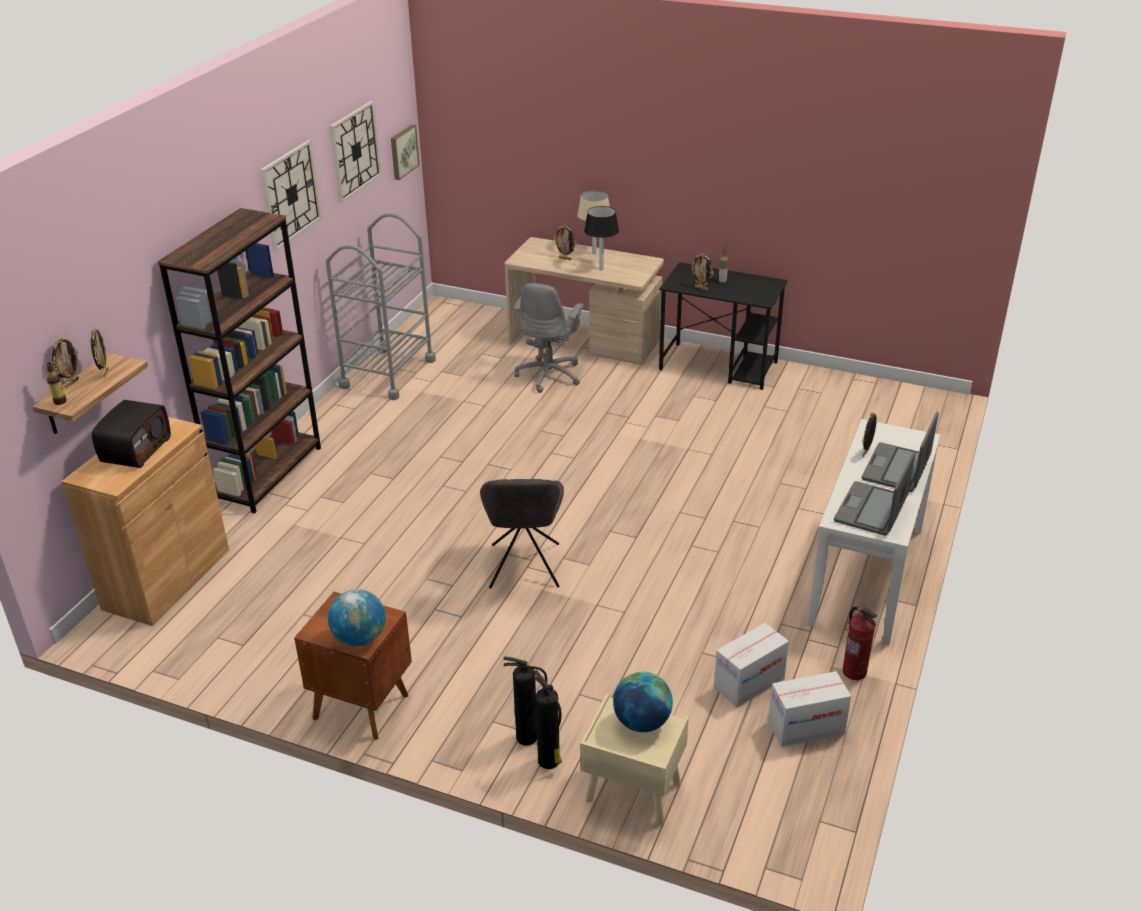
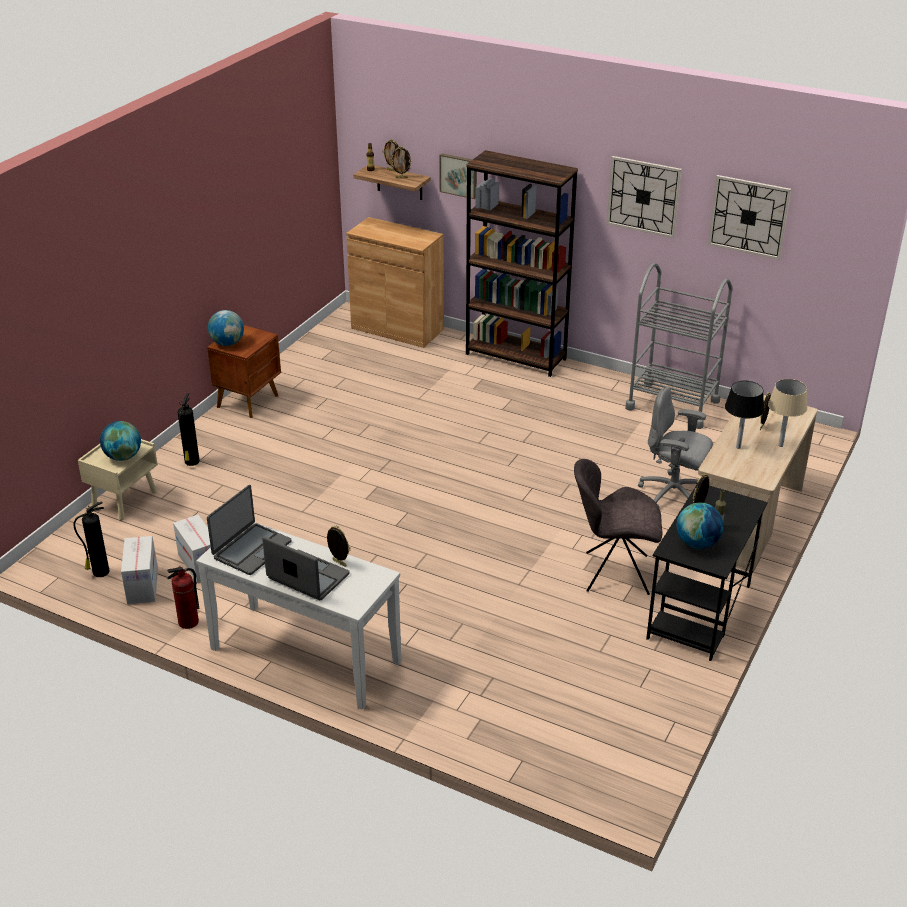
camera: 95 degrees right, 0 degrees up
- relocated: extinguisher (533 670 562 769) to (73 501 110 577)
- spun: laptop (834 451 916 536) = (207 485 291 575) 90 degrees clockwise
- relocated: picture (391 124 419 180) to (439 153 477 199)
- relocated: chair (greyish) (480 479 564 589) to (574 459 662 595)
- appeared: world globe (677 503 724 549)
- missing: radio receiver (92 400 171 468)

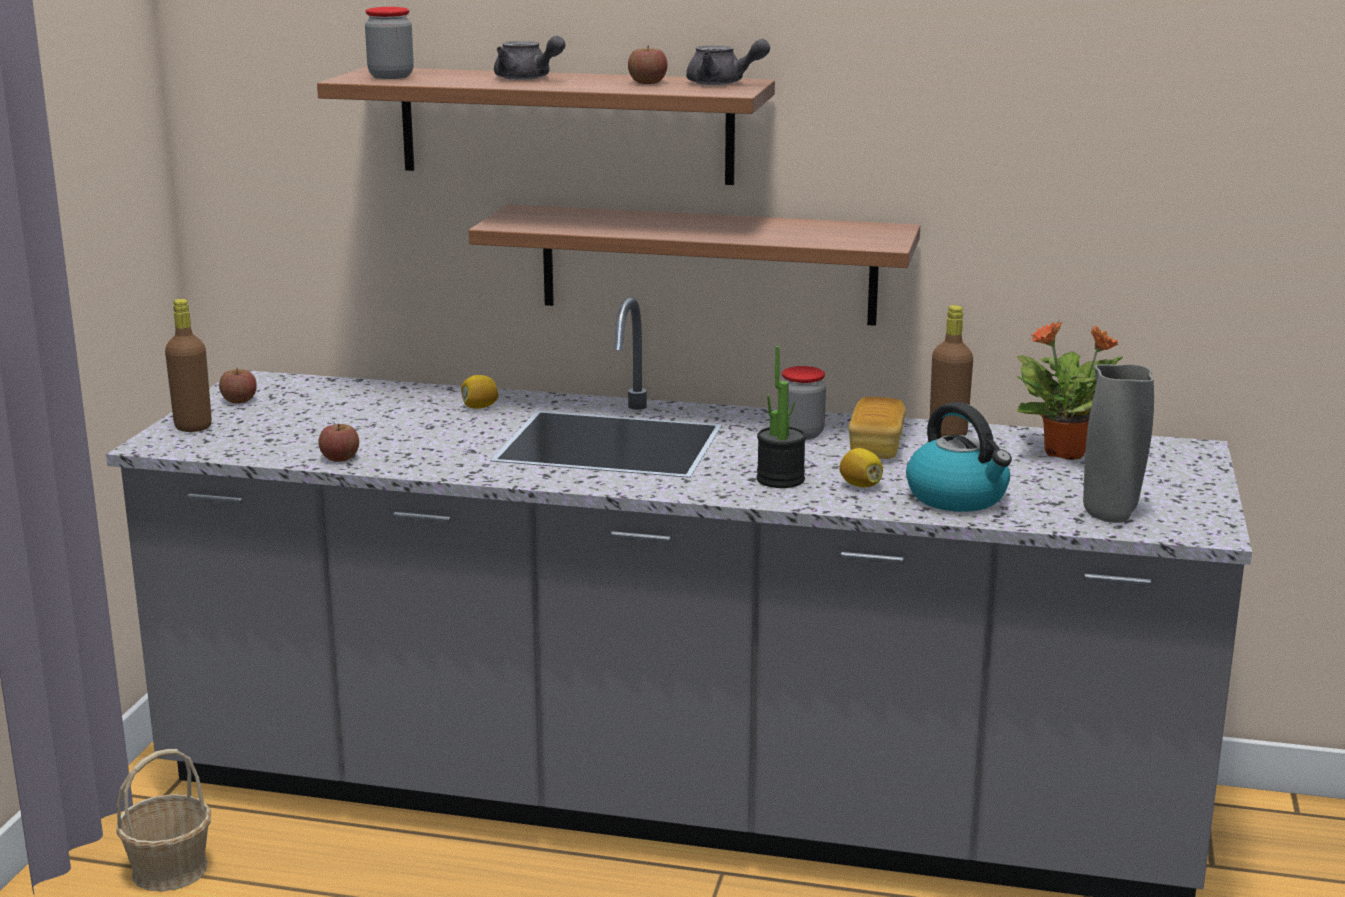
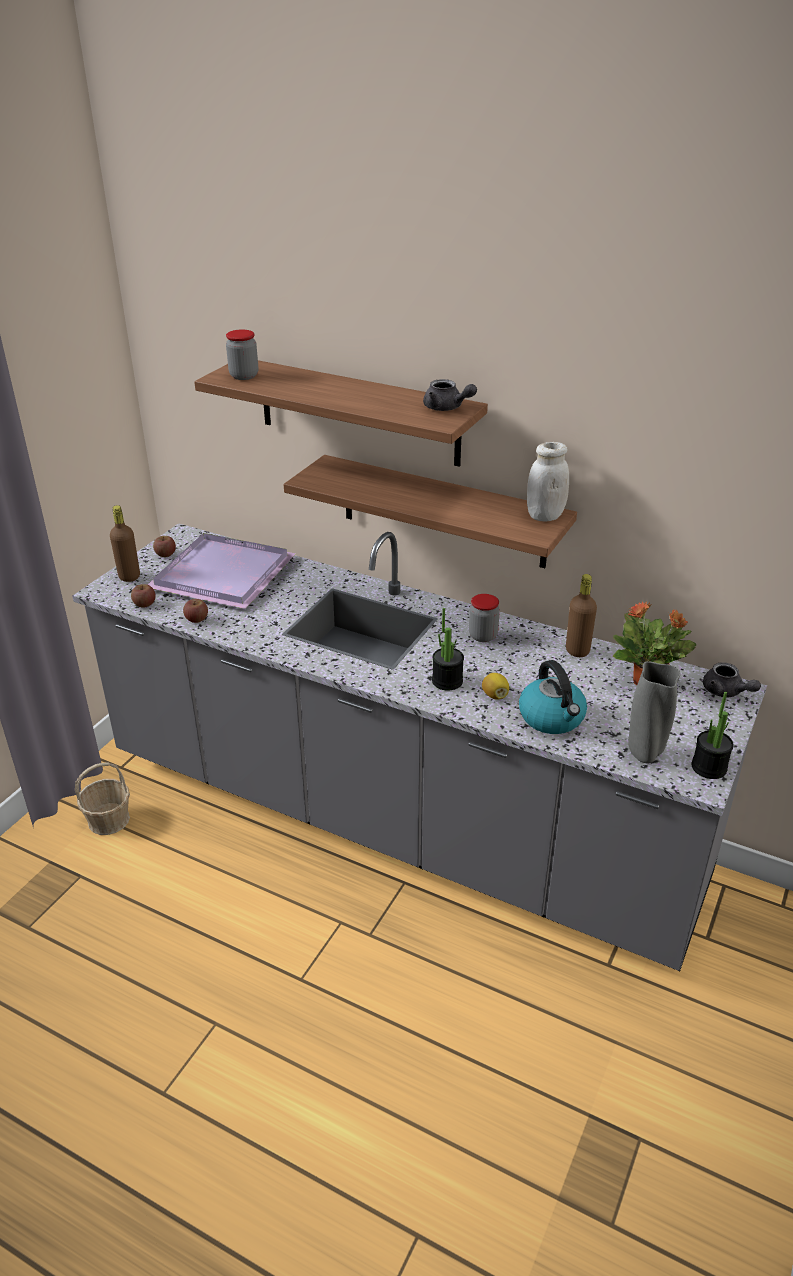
camera: 15 degrees right, 15 degrees up
- relocated: whole apple (628 45 667 84) to (131 584 156 607)
- appeared: tray (purple-coloured) (148 533 296 609)
- appeared: storage jar (white-coloured) (527 442 569 522)
- appeared: houseplant (692 692 734 779)
- relocated: tea pot (greyish) (494 36 565 80) to (703 662 761 697)
- missing: whole lemon (461 375 498 409)
- missing: bakery bread (849 397 906 459)

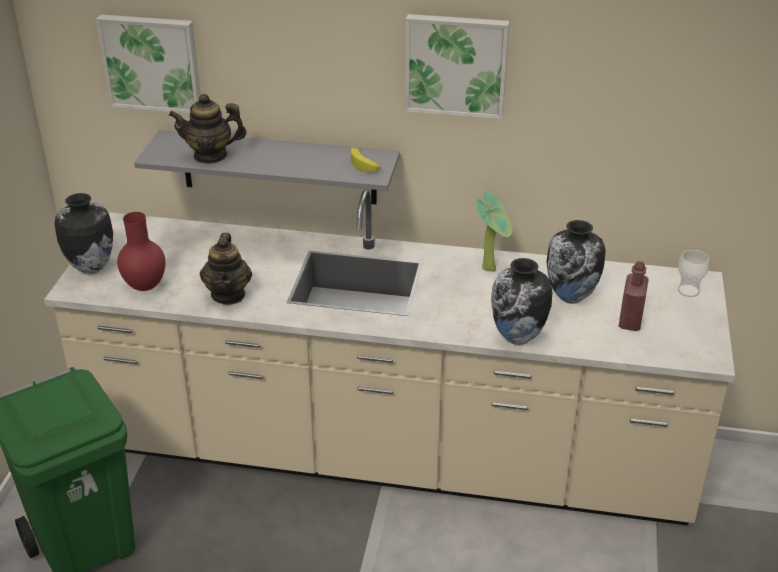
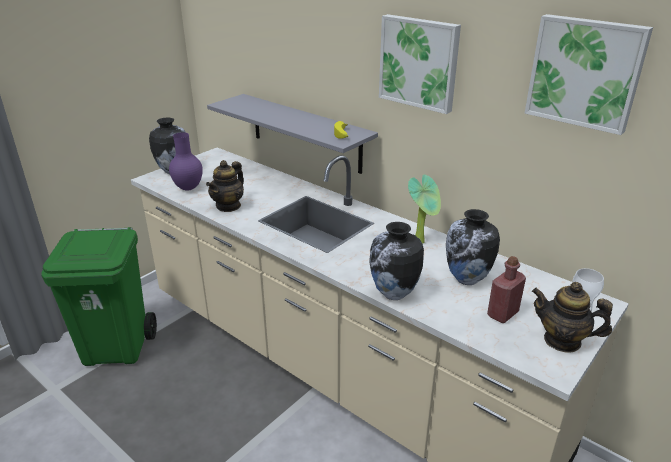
camera: 30 degrees right, 5 degrees down
- colour: decorative vase (red) (117 212 165 291) to decorative vase (purple-coloured) (169 132 203 190)
- relocated: picture (96 14 201 114) to (525 14 653 135)
- relocated: tea pot (169 94 247 164) to (532 282 613 353)

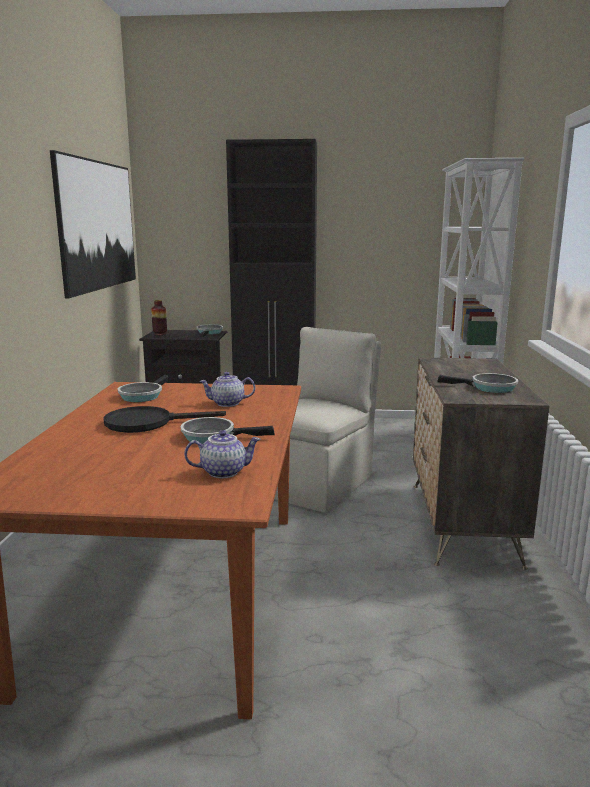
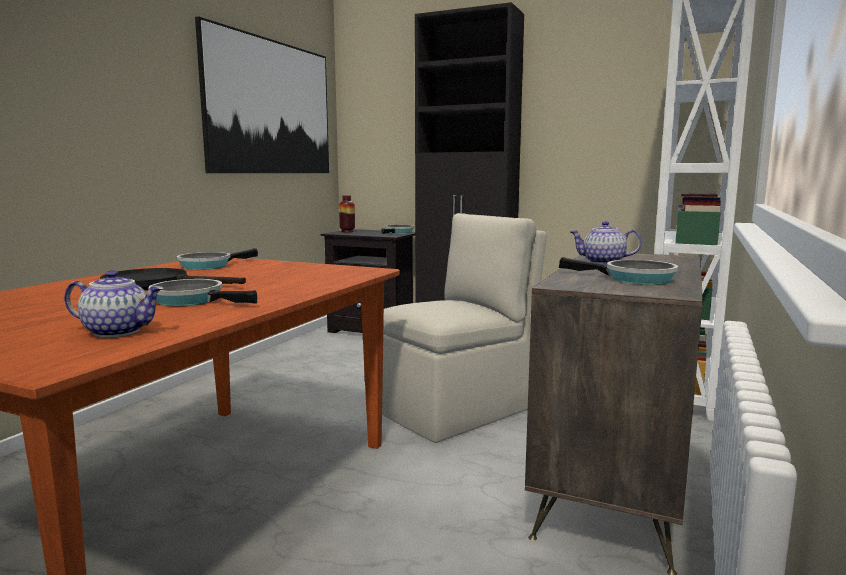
camera: 20 degrees right, 5 degrees down
- relocated: tea pot (199 372 255 407) to (570 221 642 264)

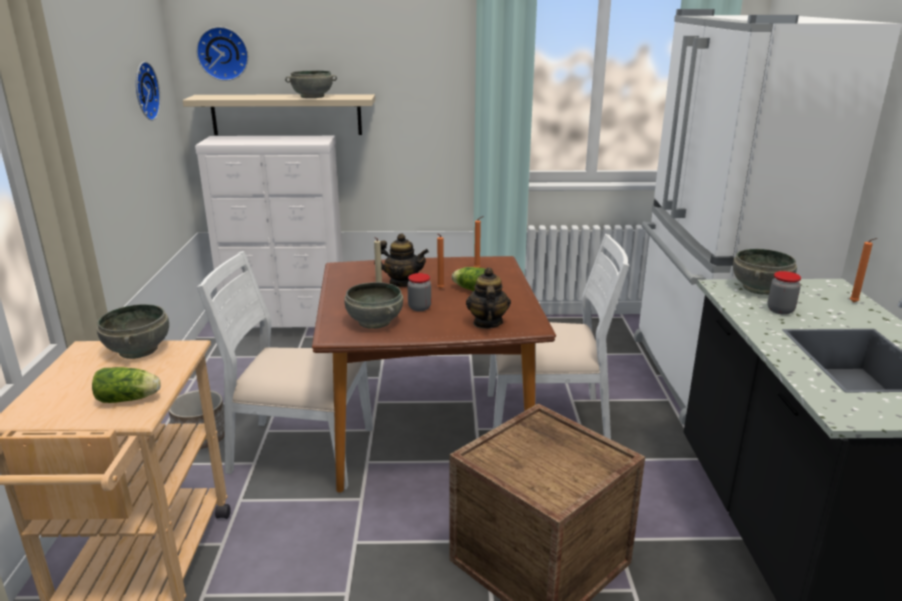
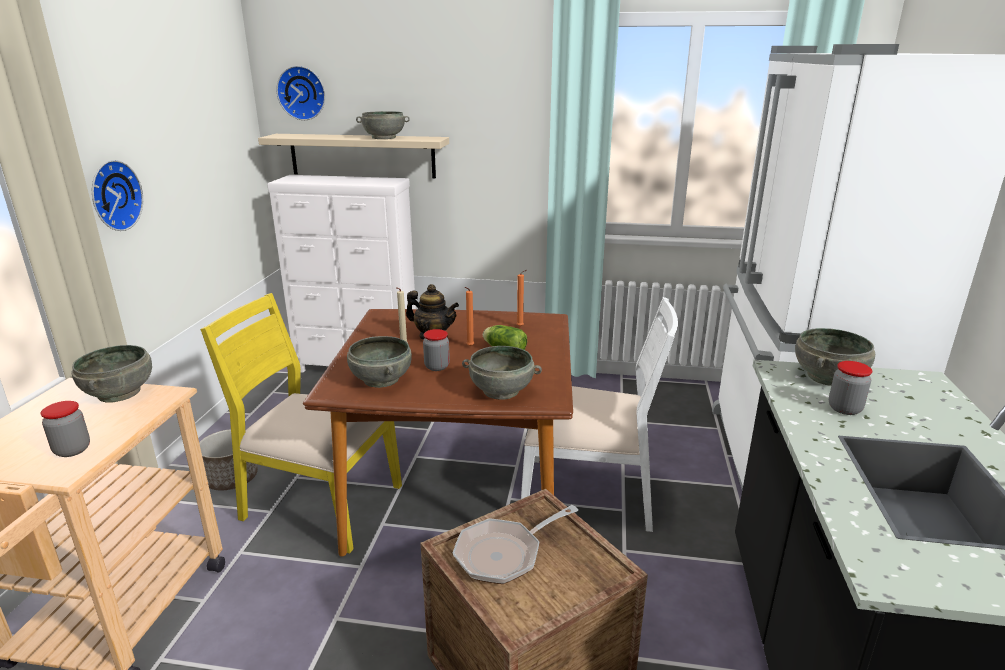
camera: 10 degrees right, 0 degrees up
- exchanged: lettuce head (92 367 161 403) to storage jar (40 401 90 457)
- relocated: wall clock (136 62 161 121) to (92 160 143 231)
- colour: chair (white-coloured) (197 251 373 490) to chair (yellow) (200 293 402 554)
- appeared: pan (453 505 578 584)
- exchanged: tea pot (466 267 511 329) to deep dish (greyish) (462 346 542 400)
- missing: candle (orangey) (850 238 877 302)

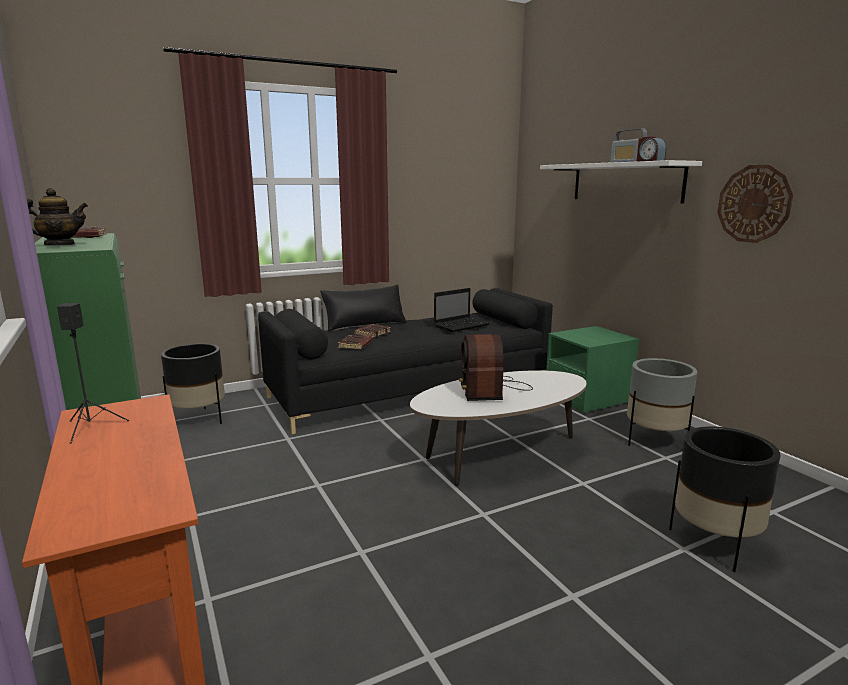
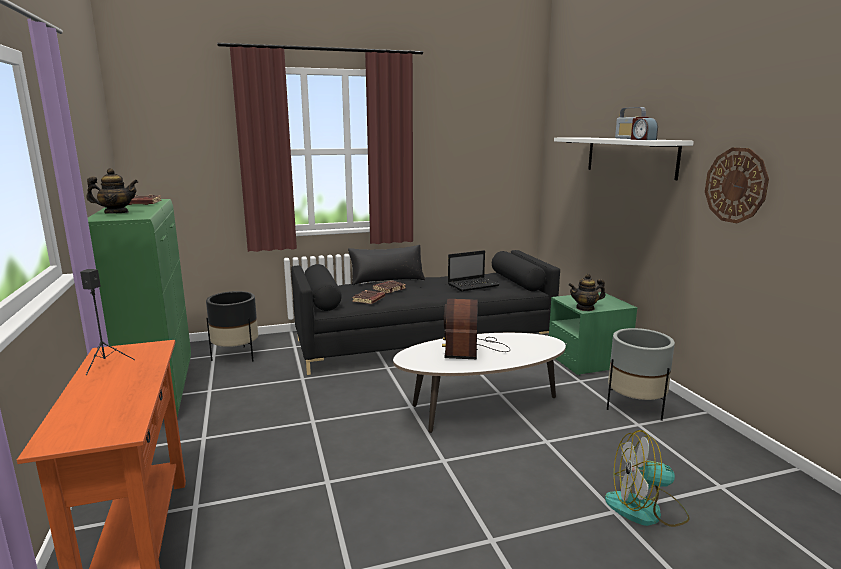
camera: 10 degrees right, 0 degrees up
- appeared: tea pot (569 274 606 311)
- exchanged: plant pot (black) (669 426 780 572) to electric fan (605 430 690 527)

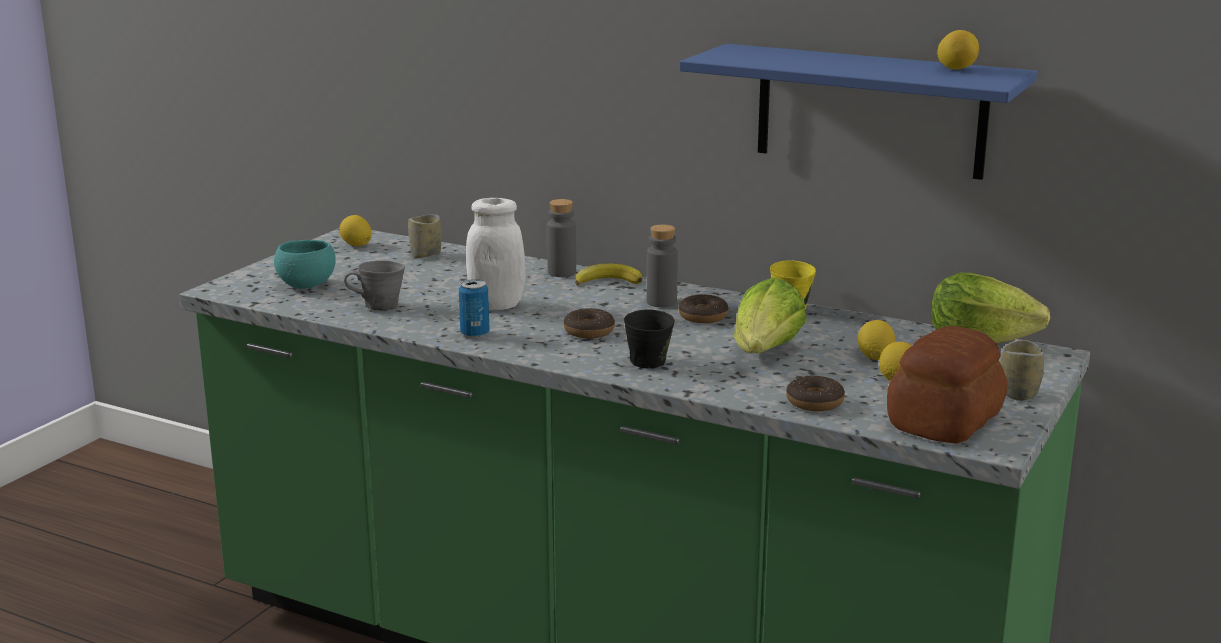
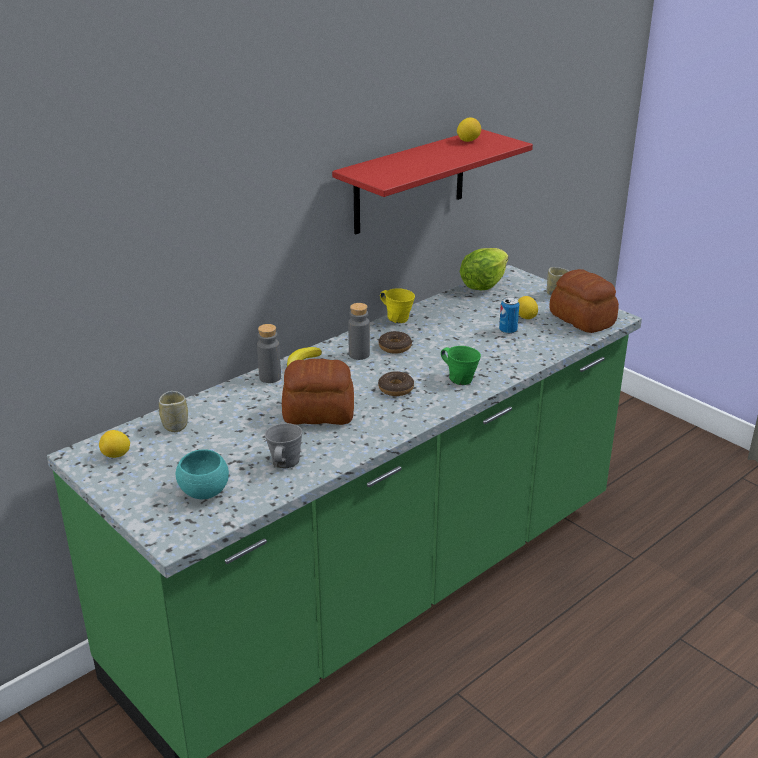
camera: 70 degrees left, 10 degrees up
- exchanged: storage jar (white-coloured) (466 198 526 310) to bakery bread (282 359 354 425)
- colour: bracket shelf (blue-coloured) (679 44 1037 180) to bracket shelf (red) (332 129 533 235)
- colour: coffee mug (black) (624 309 674 368) to coffee mug (green) (441 346 481 385)
- relocated: can (459 279 490 338) to (499 297 519 334)
- missing: lettuce head (734 277 807 353)
- missing: donut (786 376 845 411)
- missing: whole lemon (858 320 896 360)

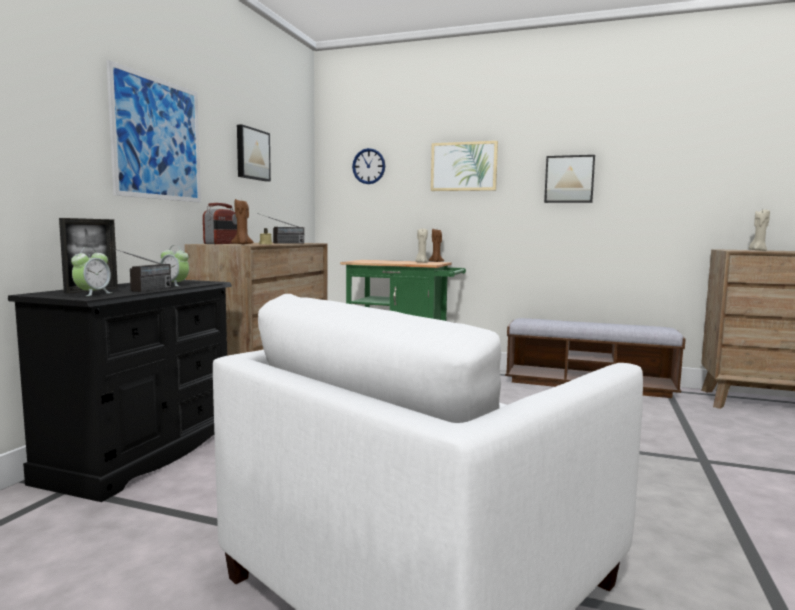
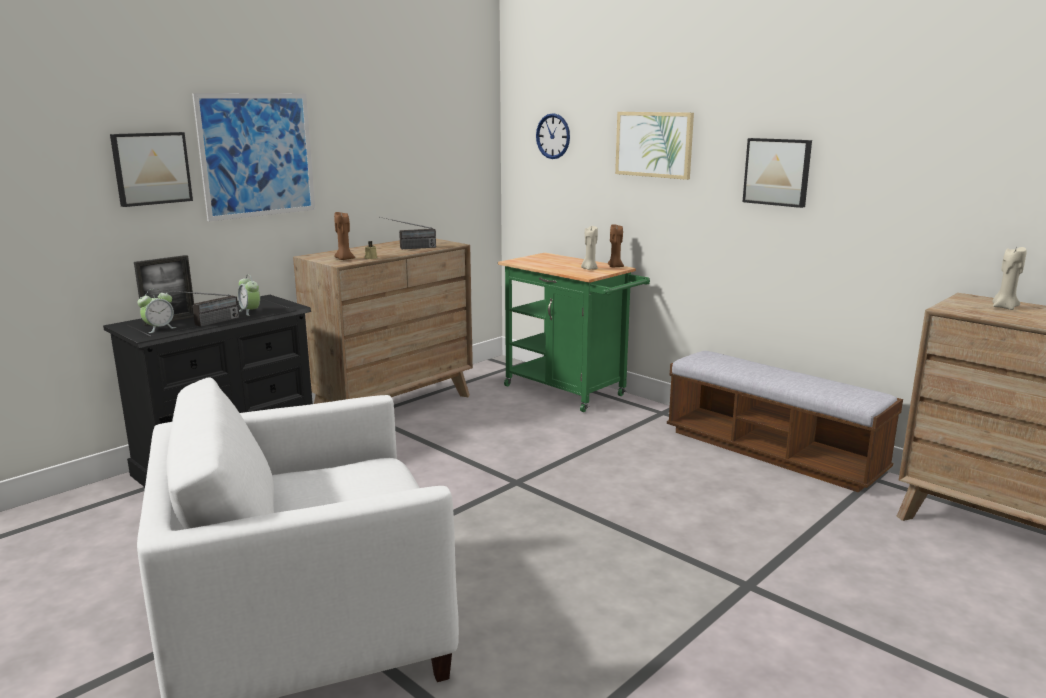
camera: 25 degrees right, 10 degrees up
- relocated: picture (237 124 271 181) to (110 132 193 207)
- missing: radio receiver (203 203 237 244)

